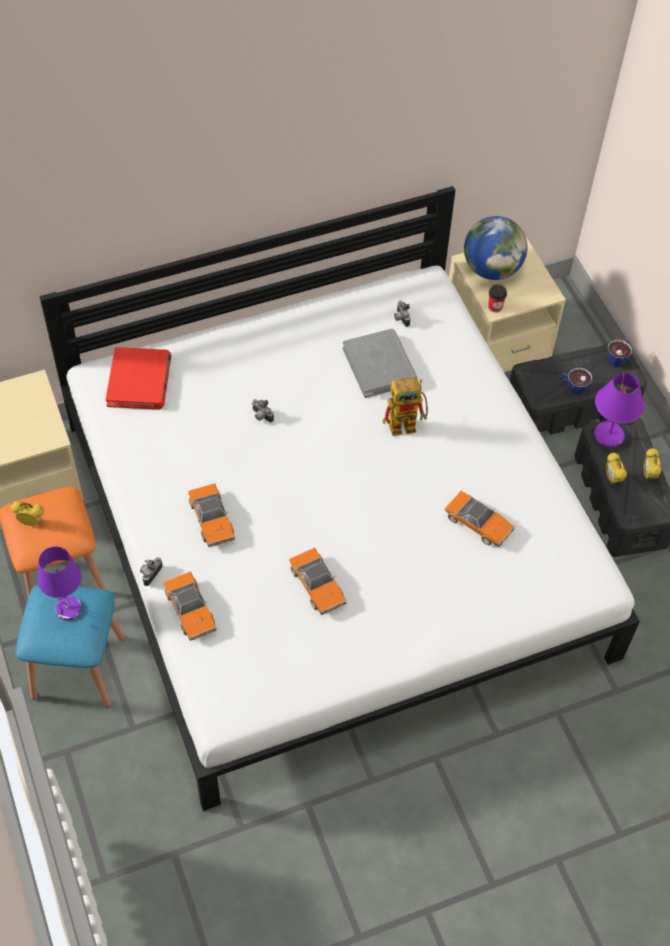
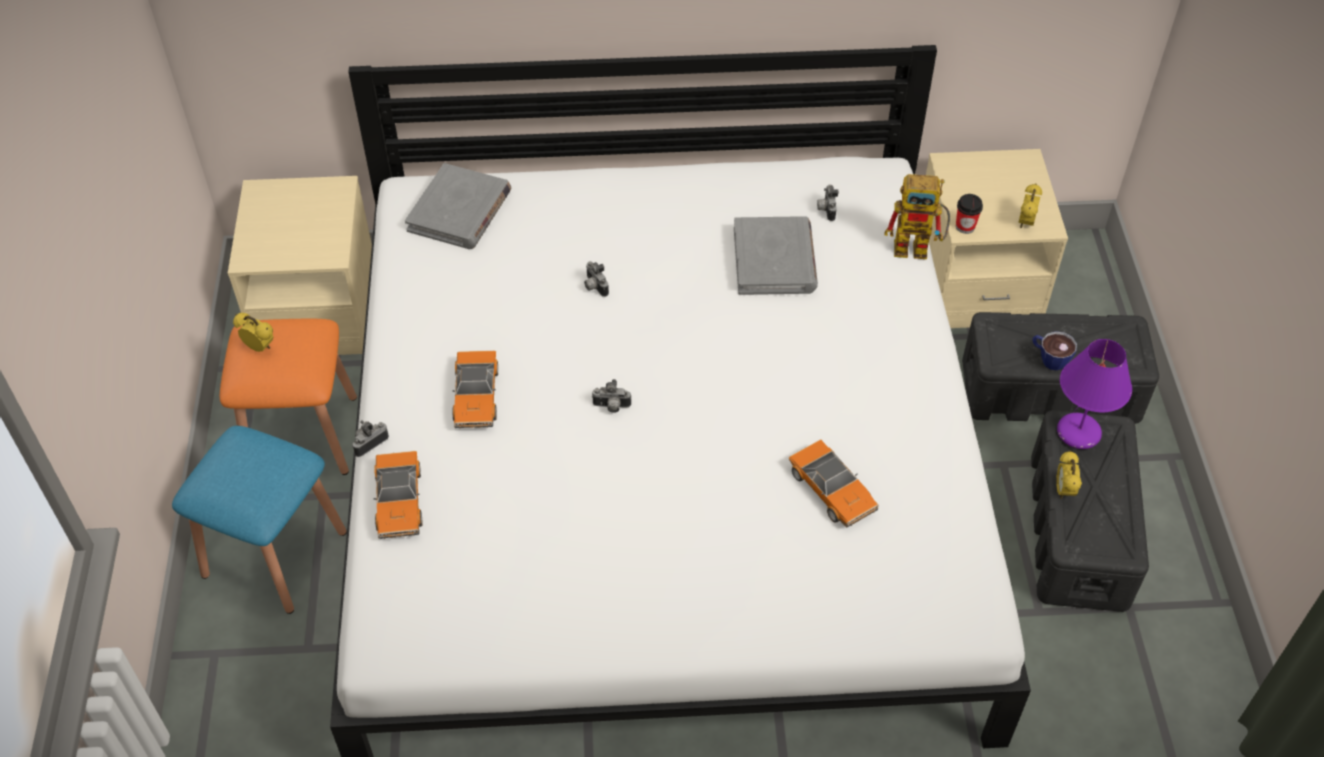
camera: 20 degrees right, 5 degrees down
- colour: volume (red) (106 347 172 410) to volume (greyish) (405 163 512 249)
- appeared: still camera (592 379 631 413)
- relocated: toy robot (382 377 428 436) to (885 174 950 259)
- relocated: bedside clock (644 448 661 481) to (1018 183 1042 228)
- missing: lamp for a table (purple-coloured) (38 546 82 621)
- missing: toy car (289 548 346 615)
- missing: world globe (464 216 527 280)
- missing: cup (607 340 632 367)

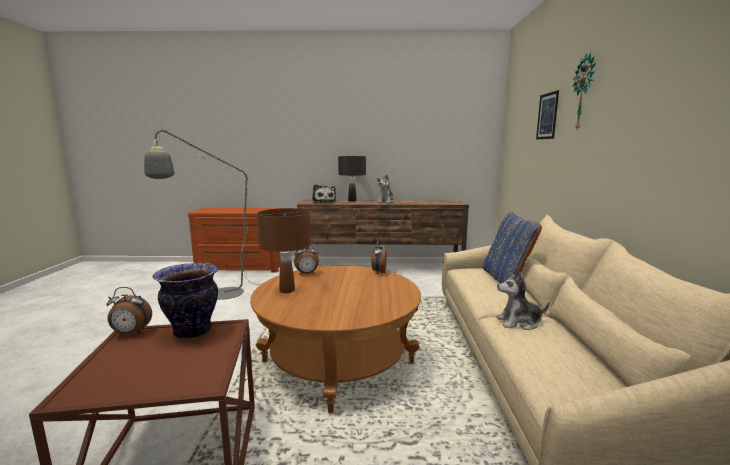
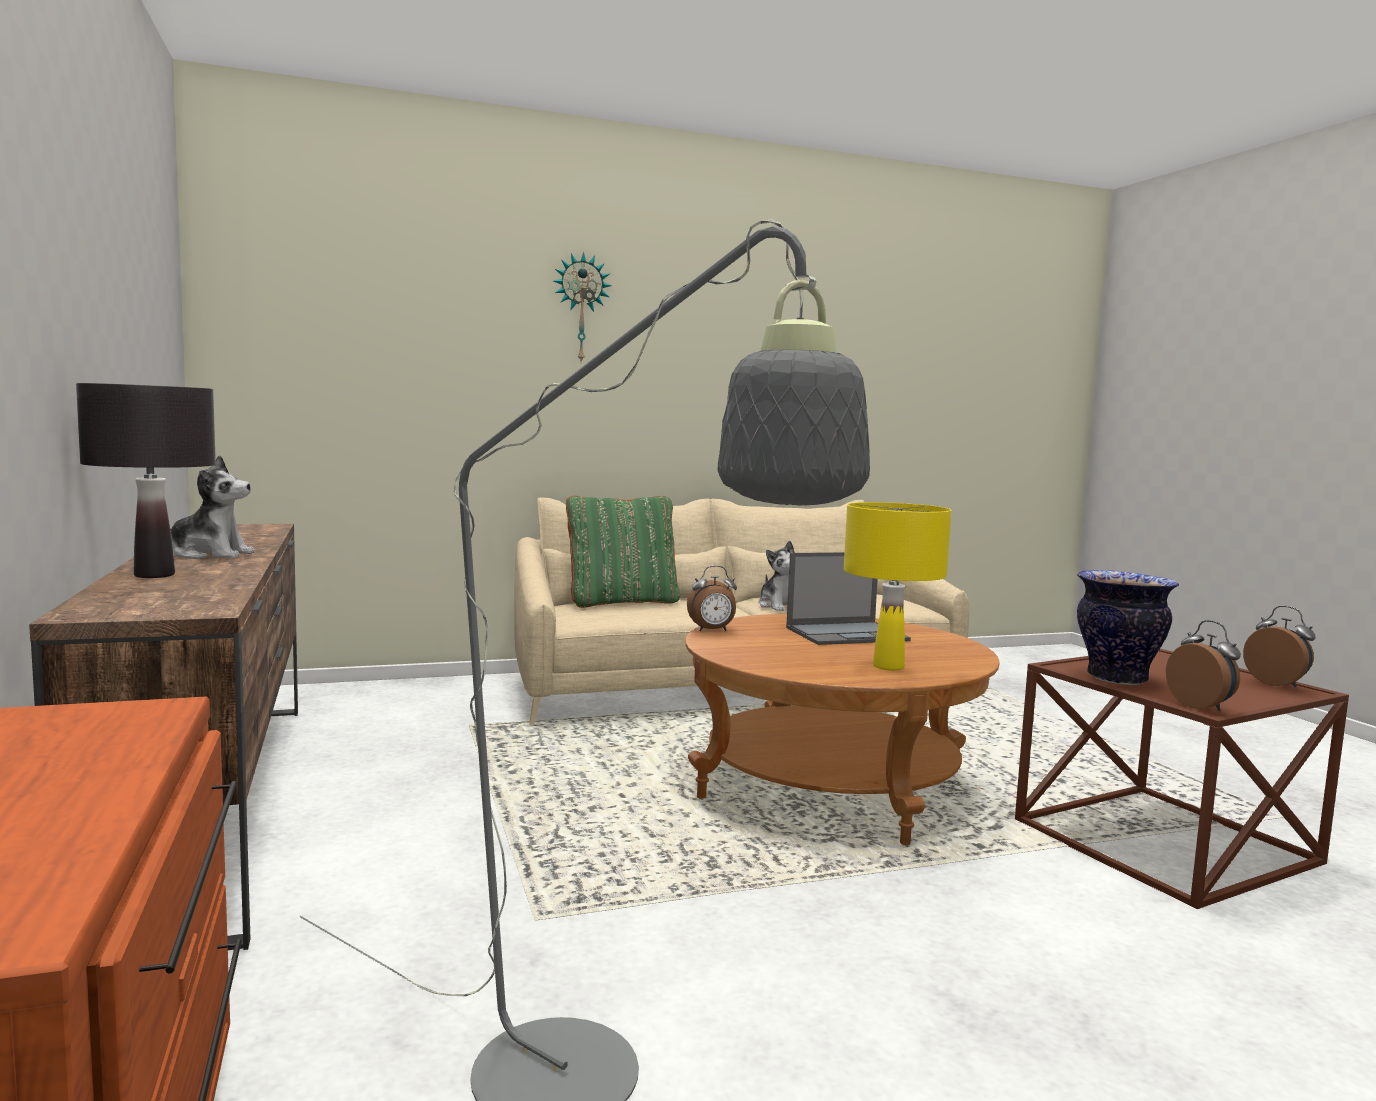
camera: 110 degrees left, 5 degrees down
- colour: pillow (blue-coloured) (483 212 542 284) to pillow (green) (566 496 680 608)
- appeared: laptop (786 552 911 645)
- colour: lamp for a table (brownish) (257 208 311 293) to lamp for a table (yellow) (844 502 952 670)
- relocated: bedside clock (294 244 319 275) to (1243 606 1316 687)
- missing: soft toy (312 184 336 203)
- missing: picture (536 90 559 139)

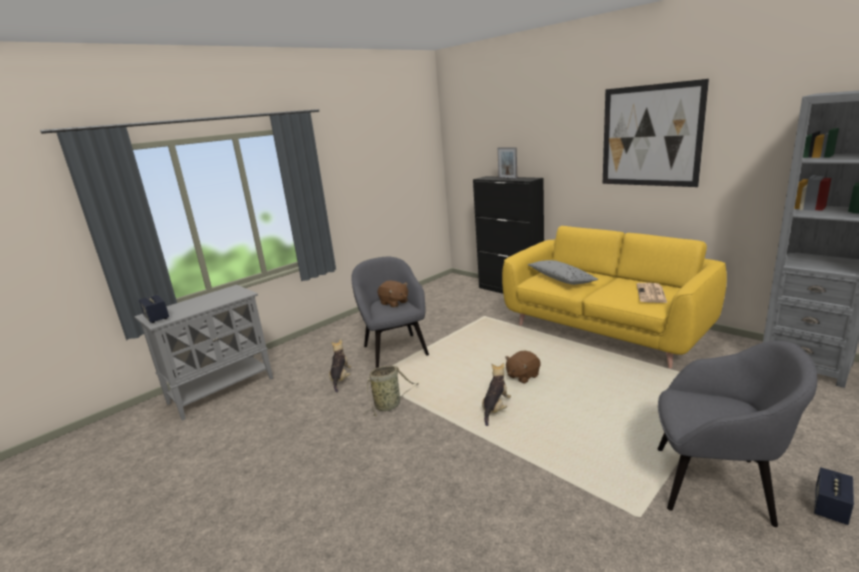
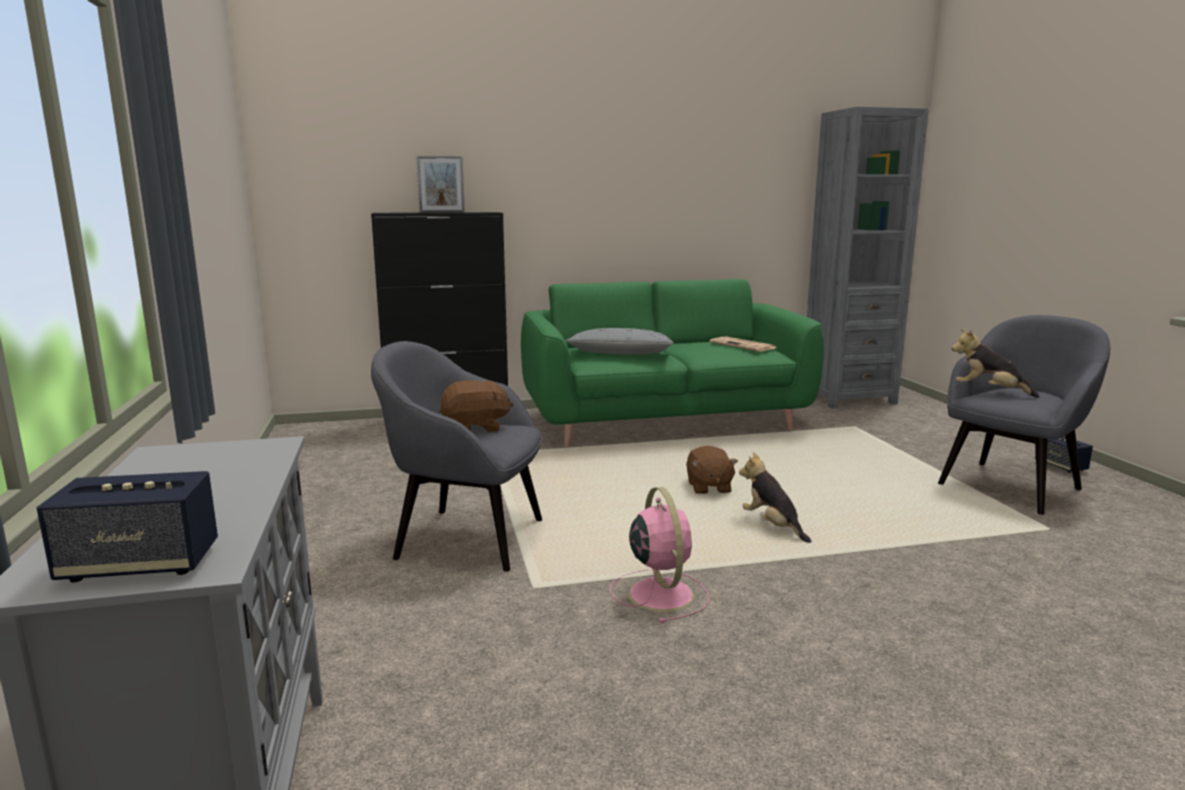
camera: 60 degrees left, 5 degrees down
- colour: settee (yellow) (502 226 727 369) to settee (green) (521 279 824 448)
- exchanged: storage basket (364 366 418 416) to electric fan (pink) (610 487 709 623)
- relocated: soft toy (329 340 351 393) to (951 329 1040 398)
- missing: picture (603 79 709 187)

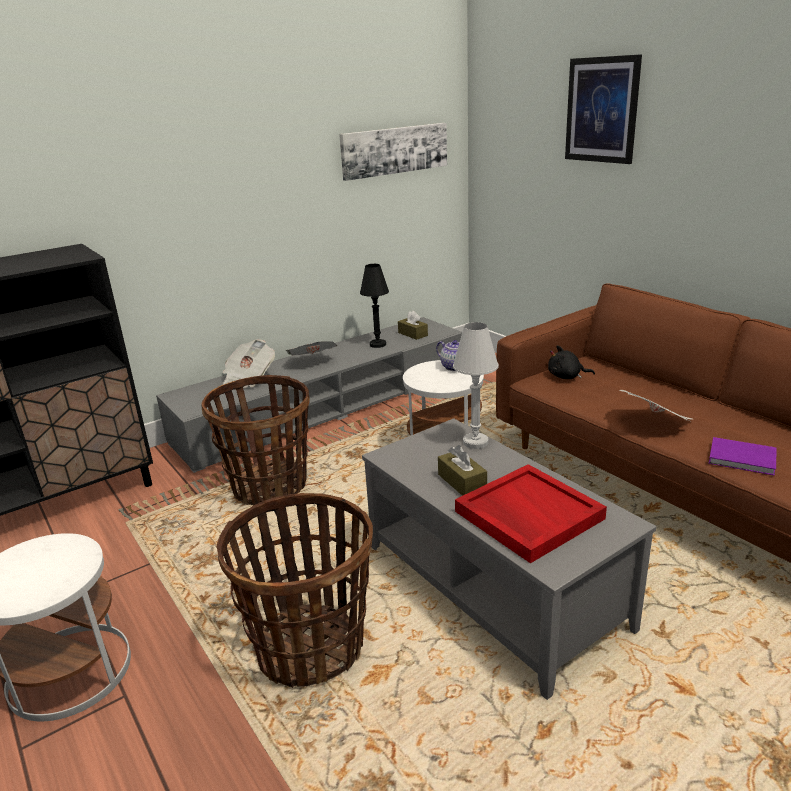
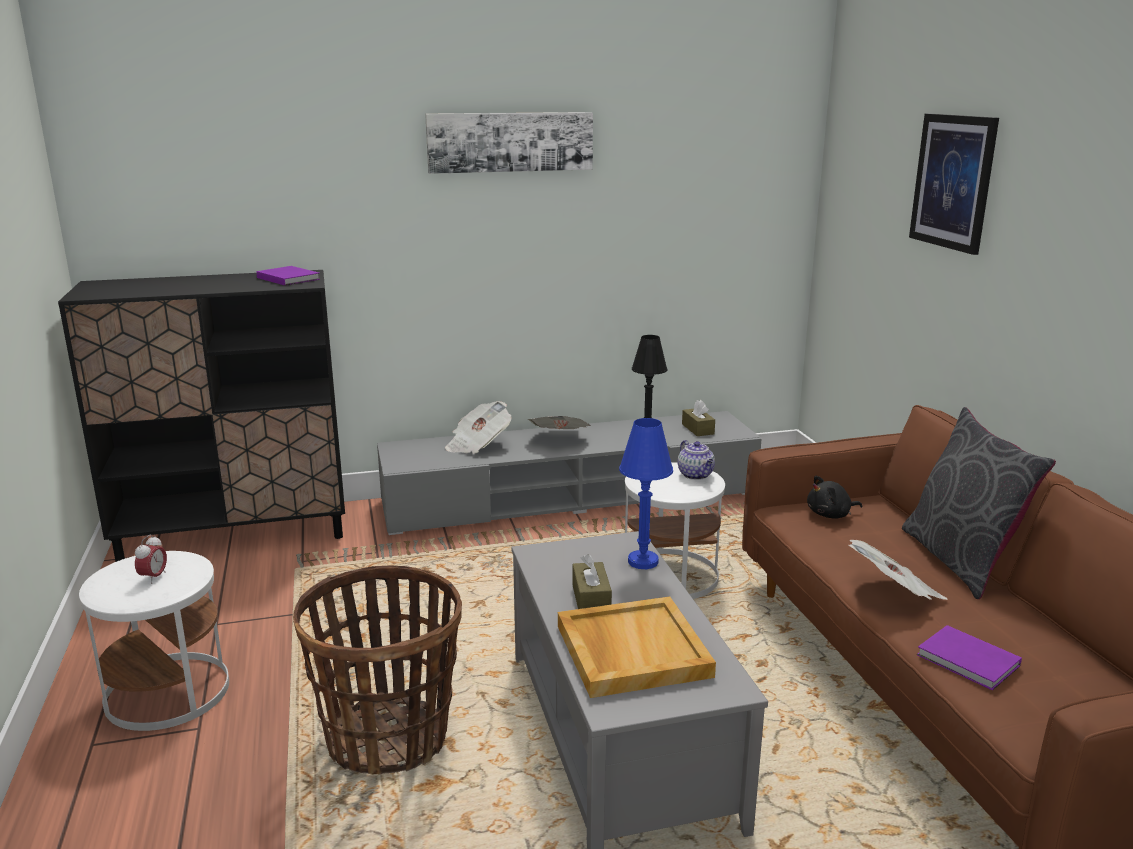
camera: 20 degrees right, 5 degrees down
- appeared: bedside clock (135 534 167 584)
- appeared: volume (purple-coloured) (256 266 320 285)
- relocated: picture (339 123 447 181) to (425 112 593 174)
- colour: tray (red) (455 464 607 563) to tray (beige-coloured) (558 596 716 698)
- colour: lamp for a table (white-coloured) (453 322 499 449) to lamp for a table (blue-coloured) (619 418 673 569)
- spun: soft toy (black) (548 345 595 379) = (807 476 862 519) 45 degrees counterclockwise
- appeared: pillow (greyish) (902 407 1056 599)
- missing: storage basket (202 375 310 505)

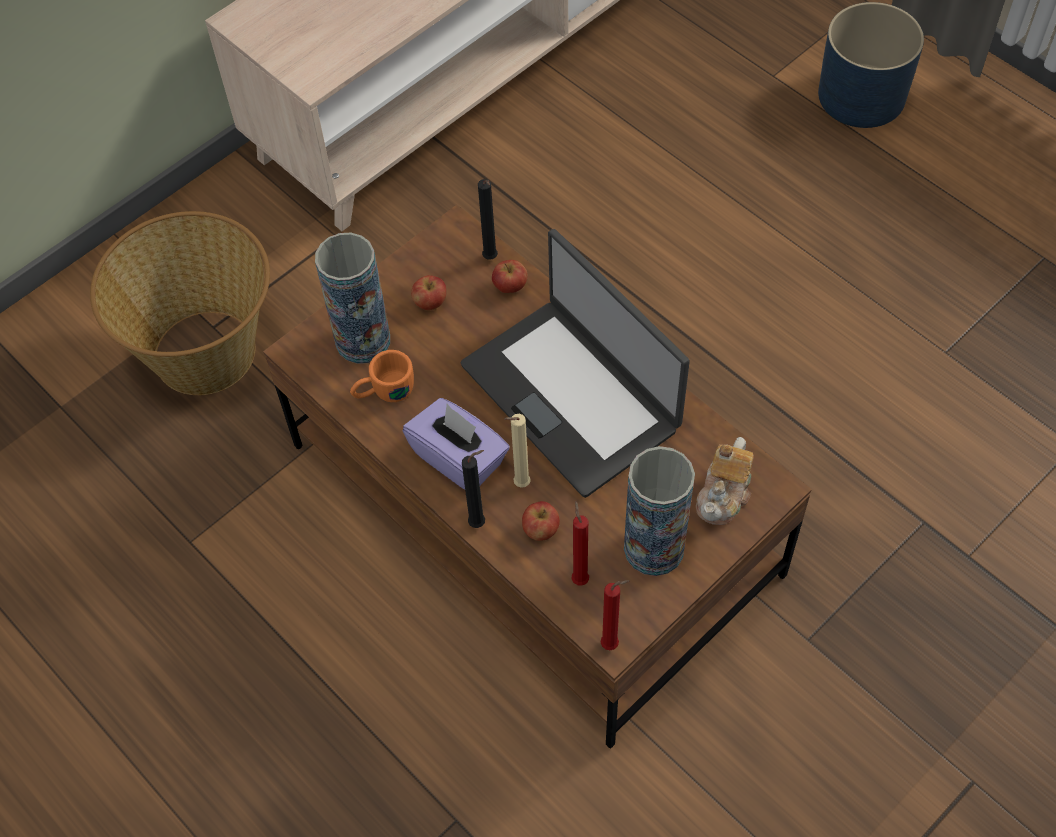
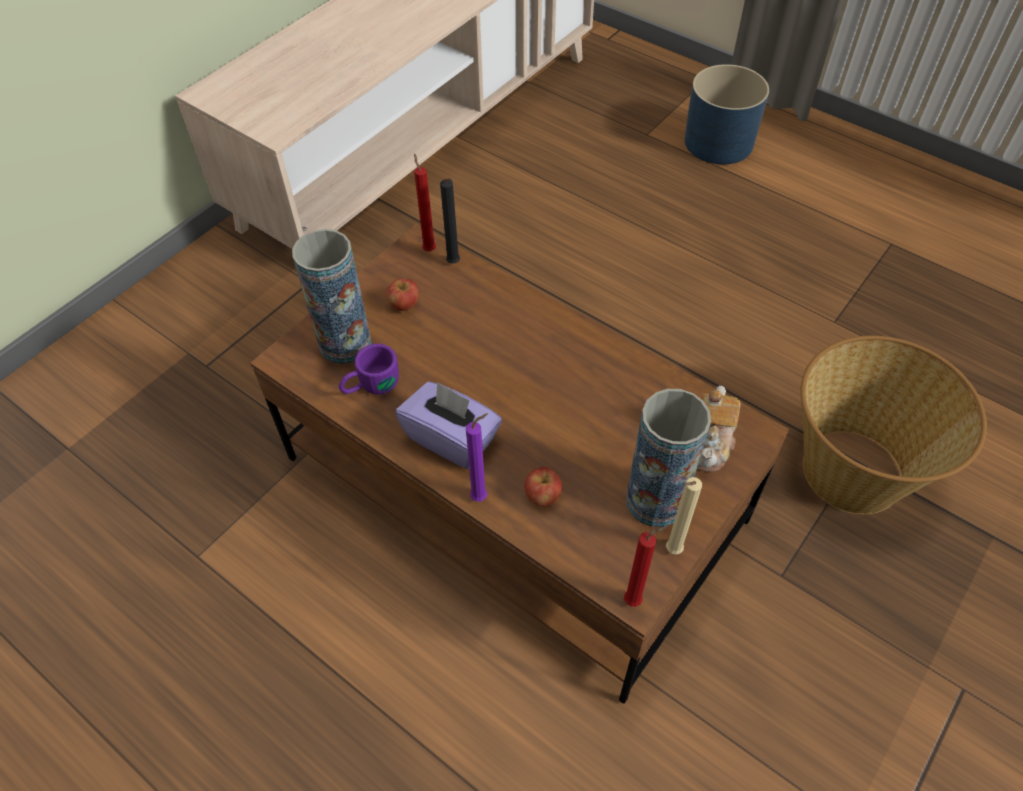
camera: 10 degrees left, 5 degrees down
- colour: coffee mug (orangey) (350 350 414 402) to coffee mug (purple-coloured) (339 344 399 395)
- relocated: candle (red) (572 501 589 586) to (414 153 436 251)
- colour: candle (black) (462 450 485 528) to candle (purple-coloured) (466 413 488 502)
- relocated: candle (beige-coloured) (504 414 531 488) to (666 477 702 555)
- relocated: storage basket (90 211 270 395) to (800 336 987 515)
- missing: laptop (460 229 690 498)
- missing: whole apple (492 260 528 293)

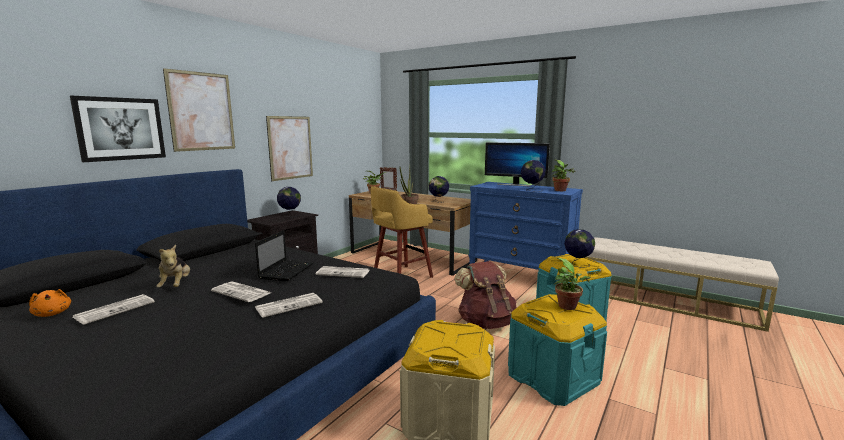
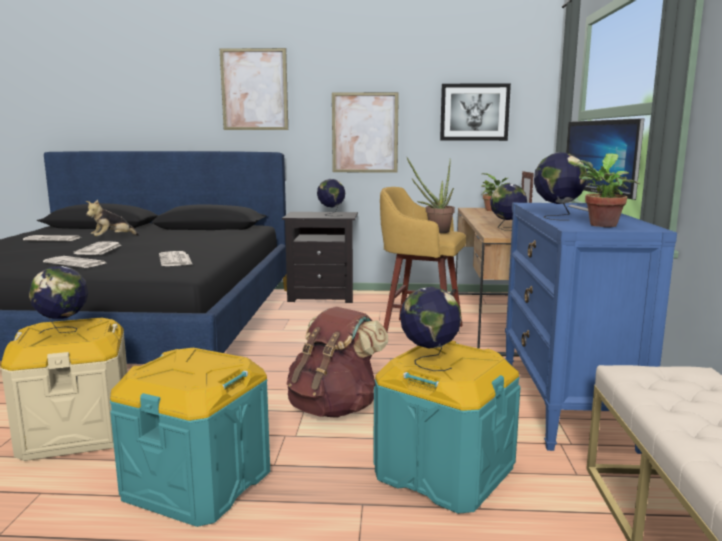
camera: 60 degrees right, 0 degrees up
- appeared: world globe (29 266 88 334)
- relocated: picture (70 96 166 162) to (440 83 511 141)
- missing: soft toy (orangey) (29 289 71 317)
- missing: laptop (255 230 314 281)
- missing: houseplant (555 258 591 310)

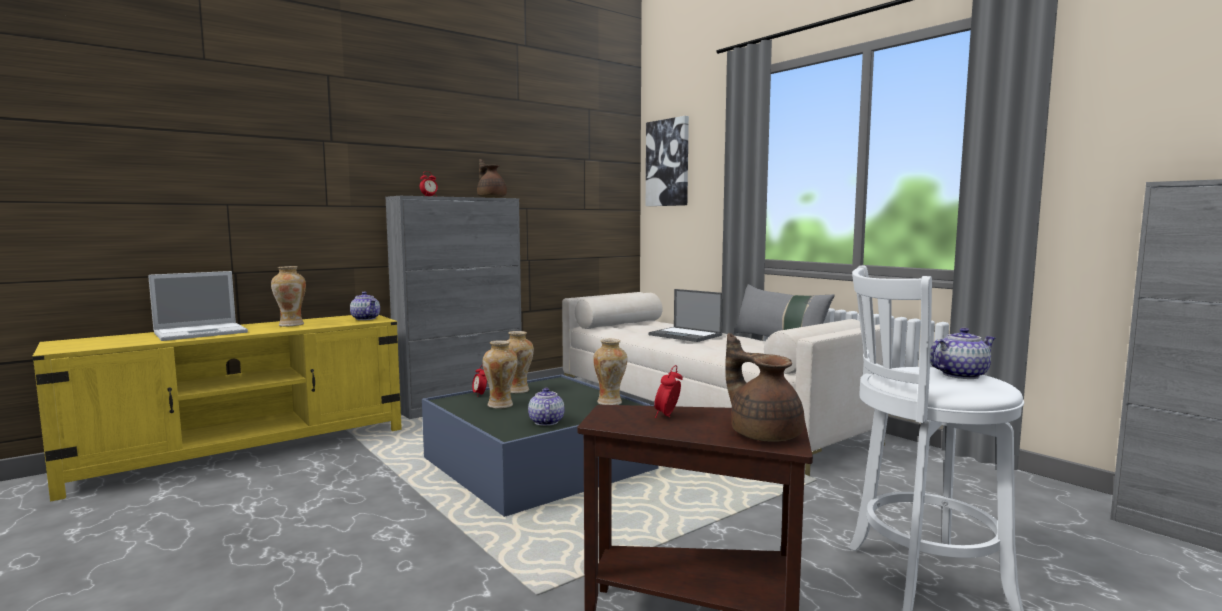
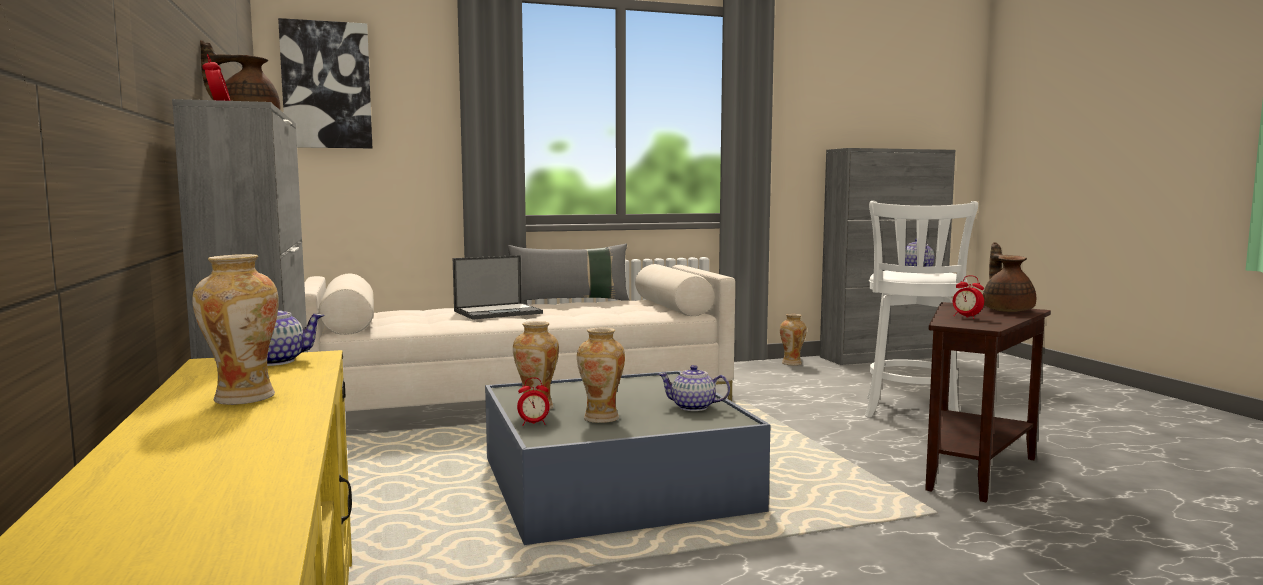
camera: 70 degrees left, 0 degrees up
- relocated: decorative vase (593 339 627 405) to (780 314 807 365)
- spun: tea pot (brownish) (725 333 805 442) = (983 242 1036 312) 105 degrees clockwise
- missing: laptop (148 271 248 341)

